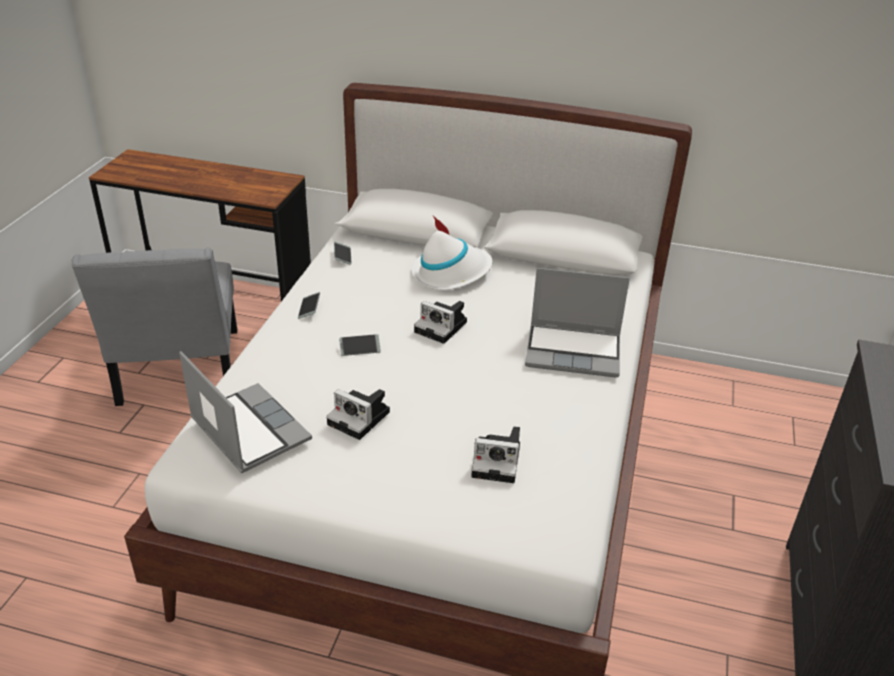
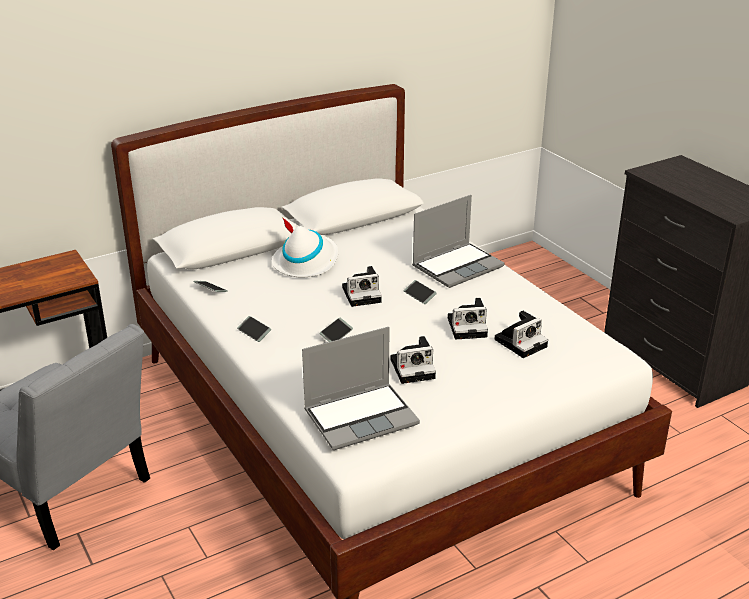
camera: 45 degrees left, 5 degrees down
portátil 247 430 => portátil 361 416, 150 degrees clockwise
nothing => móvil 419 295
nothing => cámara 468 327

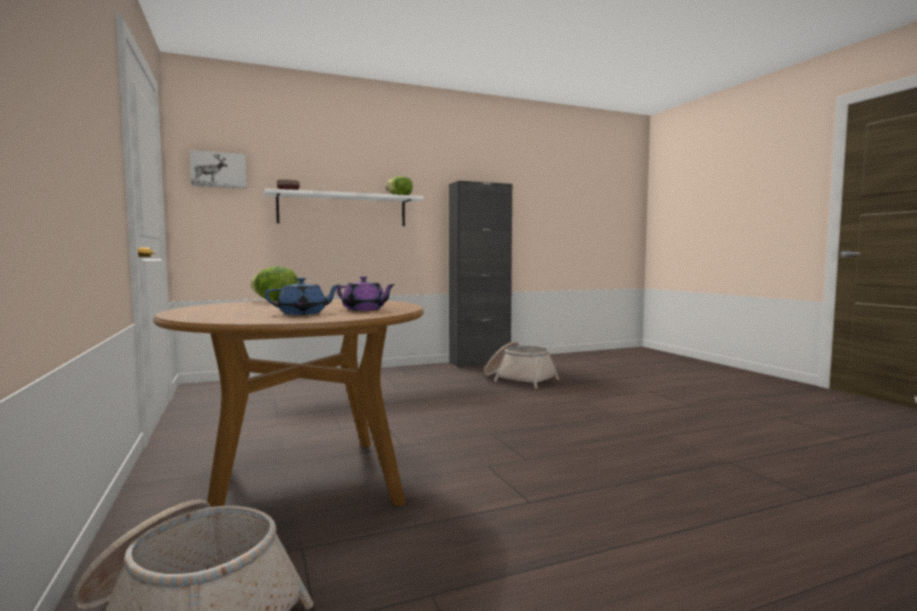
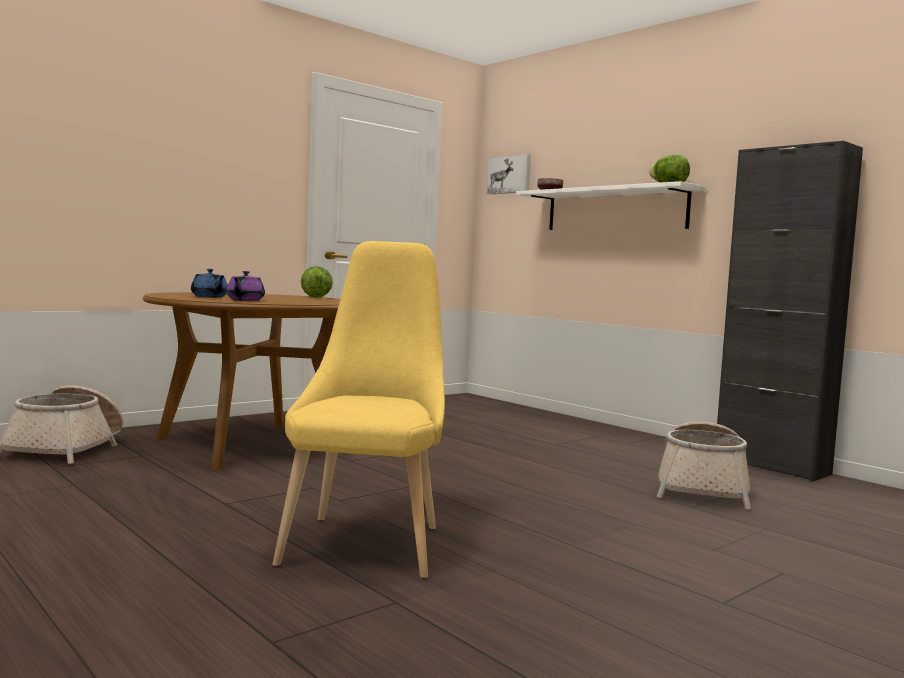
camera: 70 degrees right, 0 degrees up
nothing => silla [amarillo] 367 541

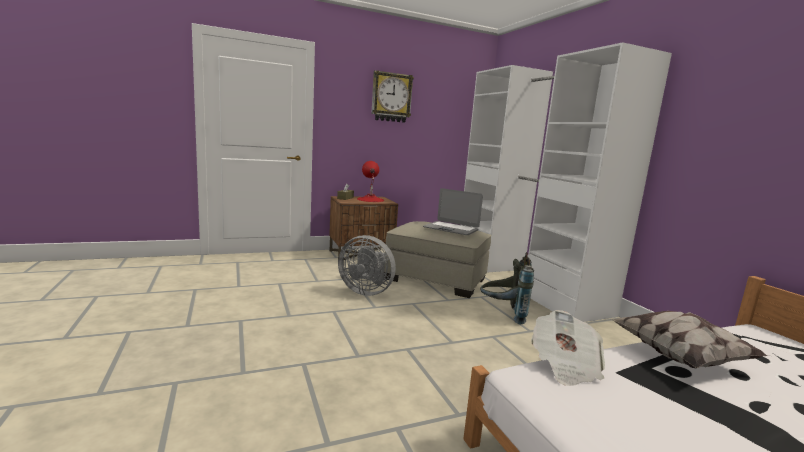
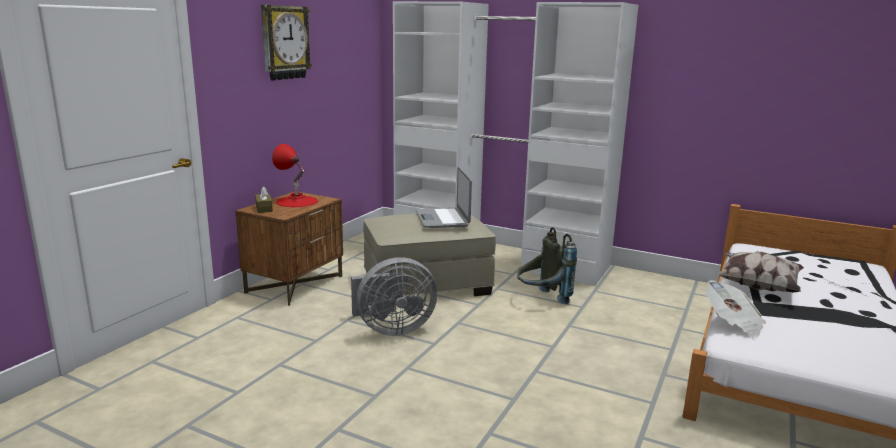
camera: 40 degrees left, 5 degrees up
portátil 451 229 => portátil 442 219, 90 degrees clockwise

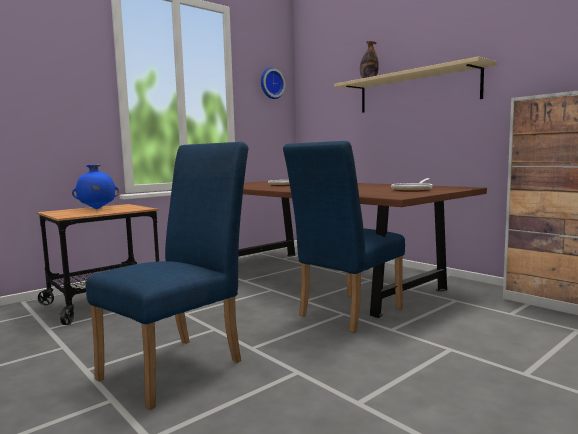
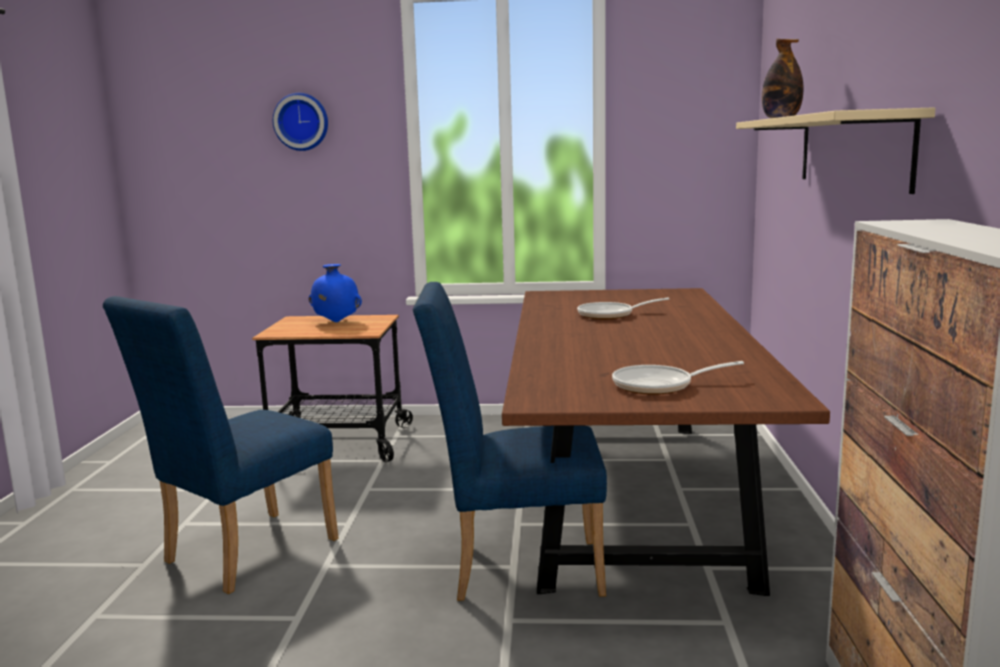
camera: 45 degrees right, 5 degrees up
silla [azul] 180 365 => silla [azul] 240 555, 135 degrees clockwise
reloj de pared 271 83 => reloj de pared 301 122, shifted

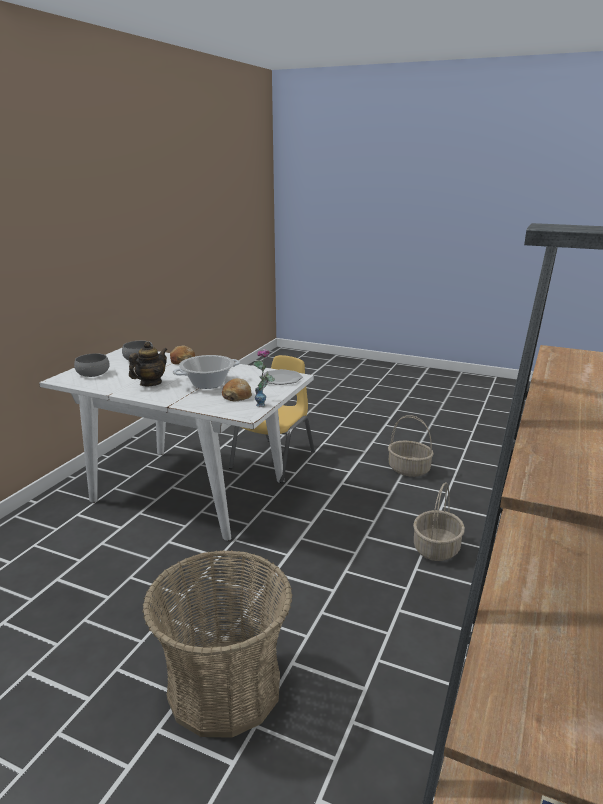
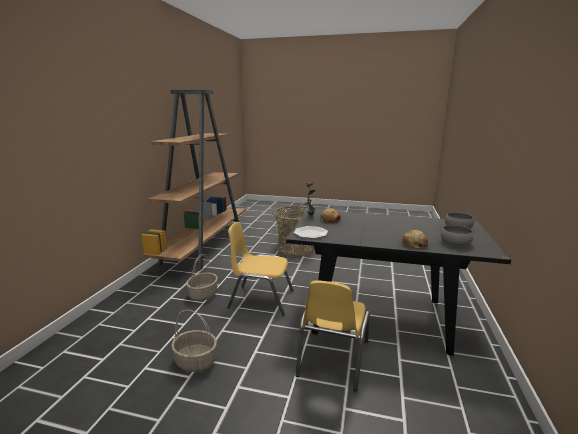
camera: 170 degrees right, 5 degrees down
nothing => silla [amarillo] 261 299
mesa de comedor [blanco] 188 490 => mesa de comedor [negro] 380 316
tetera 150 383 => nothing
olla 208 384 => nothing

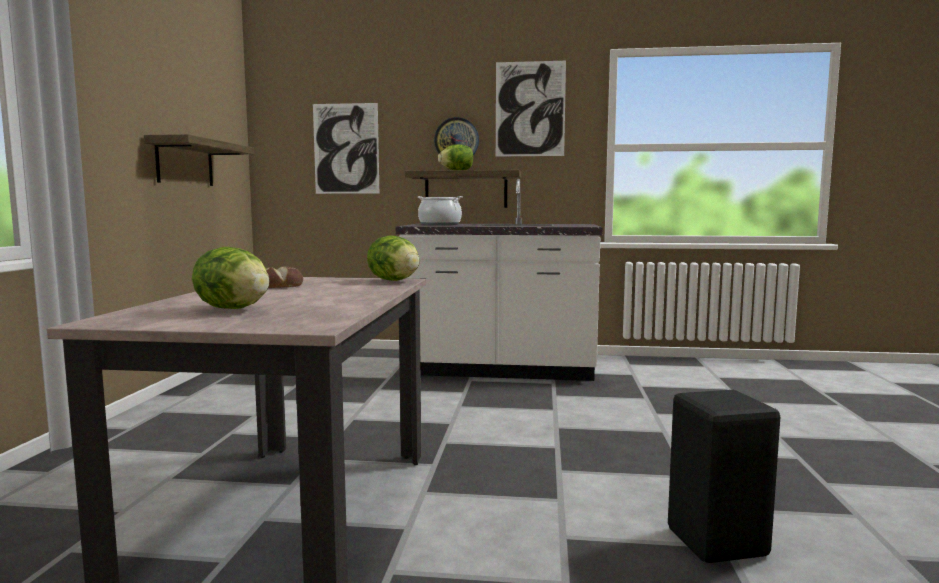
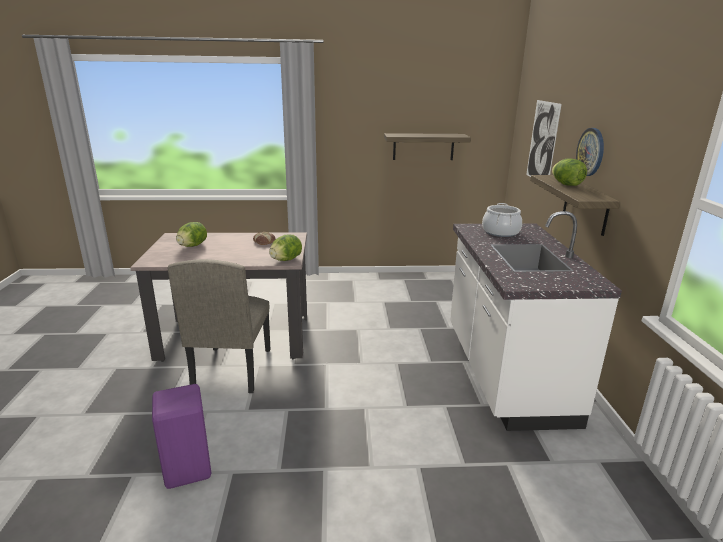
camera: 80 degrees right, 15 degrees up
taburete [negro] 717 541 => taburete [morado] 189 470
nothing => silla [beis] 231 369
cuadro 530 109 => nothing

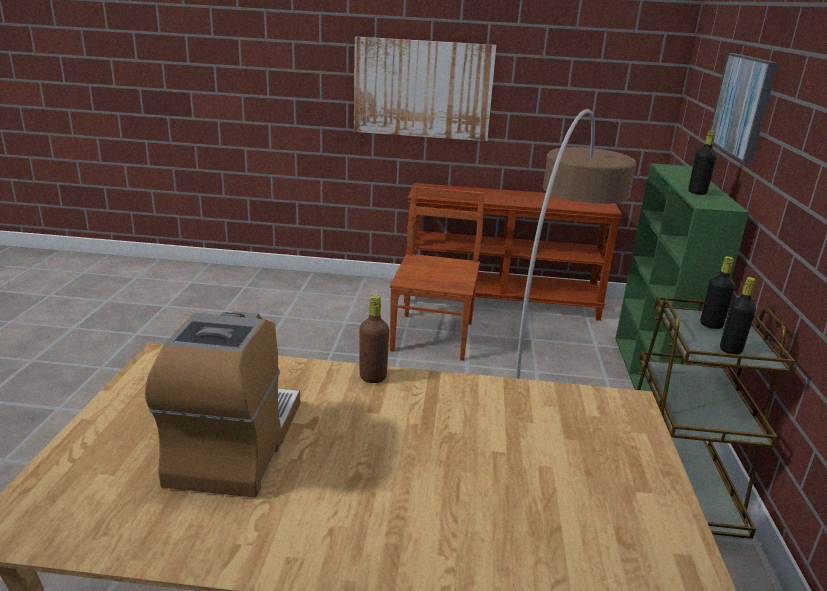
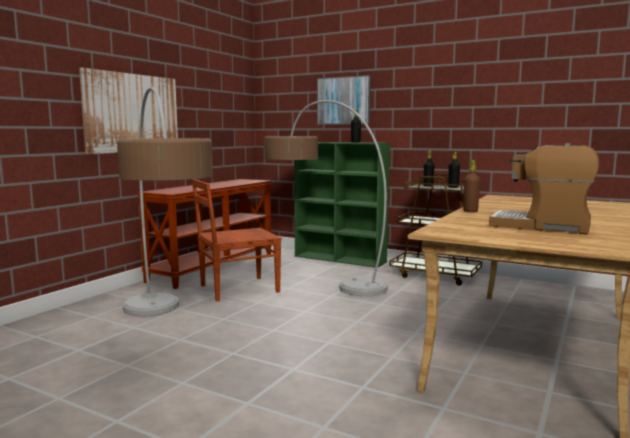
camera: 65 degrees left, 15 degrees down
nothing => lámpara de pie 164 332
silla [marrón] 433 335 => silla [marrón] 237 289, 60 degrees counterclockwise

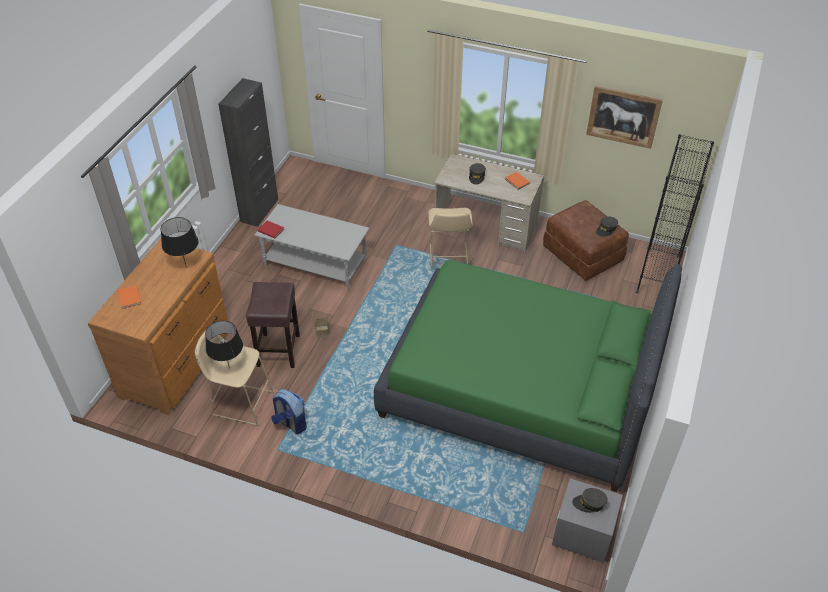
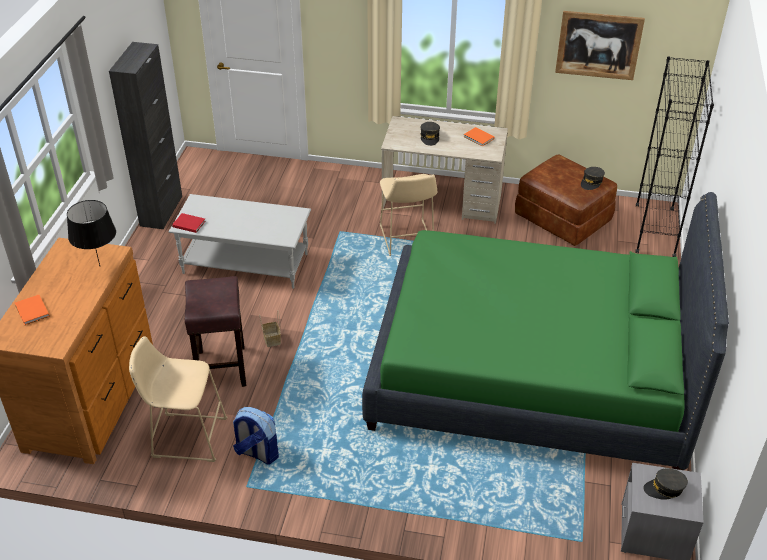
camera: 10 degrees left, 5 degrees down
lámpara de mesa [negro] 229 368 => nothing

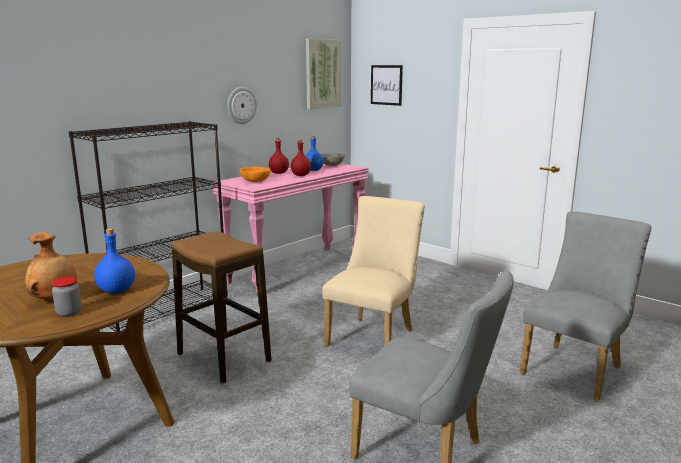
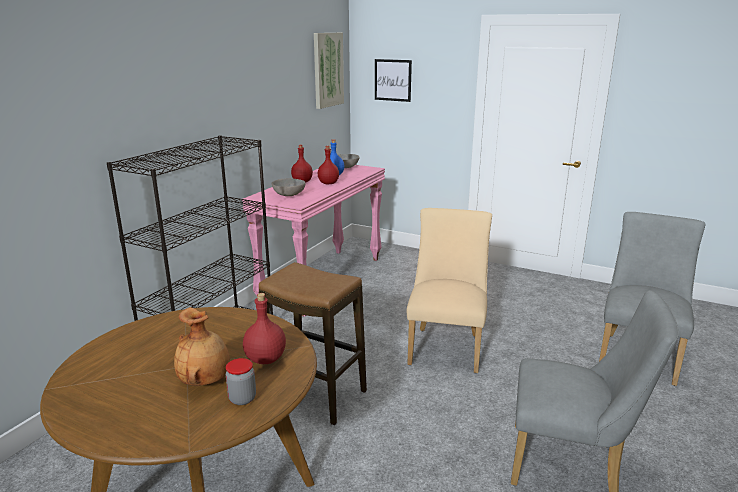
camera: 15 degrees left, 5 degrees up
botella [azul] 117 291 => botella [rojo] 266 359
cuenco [naranja] 256 181 => cuenco [gris] 289 195
reloj de pared 241 105 => nothing

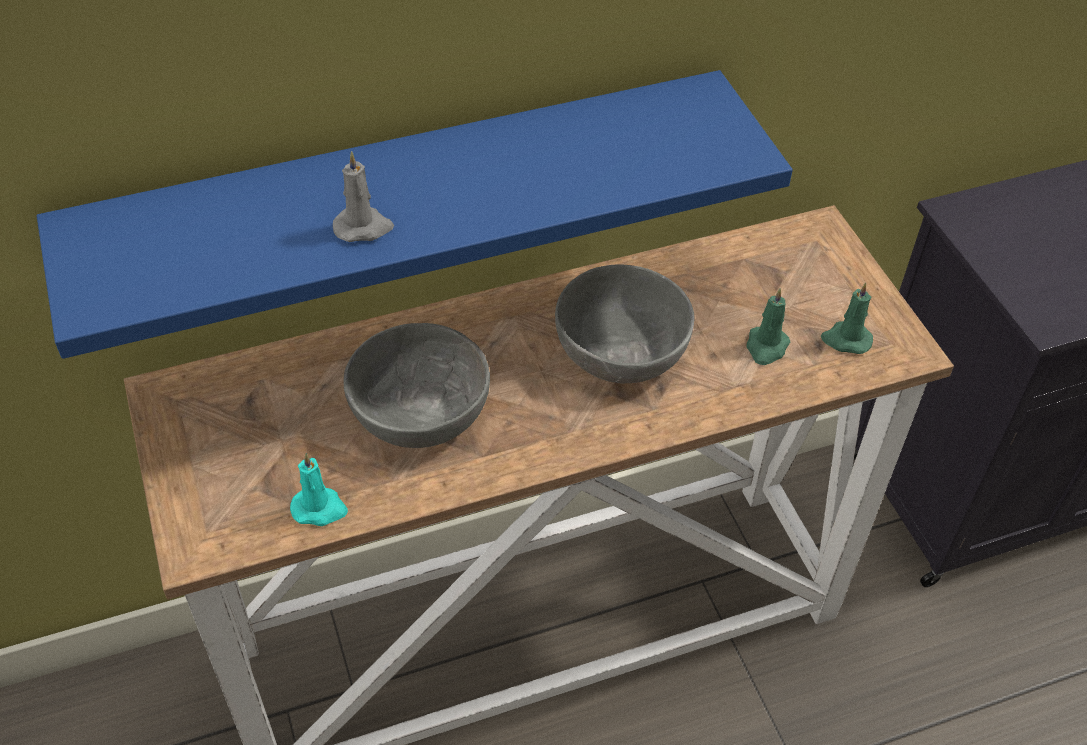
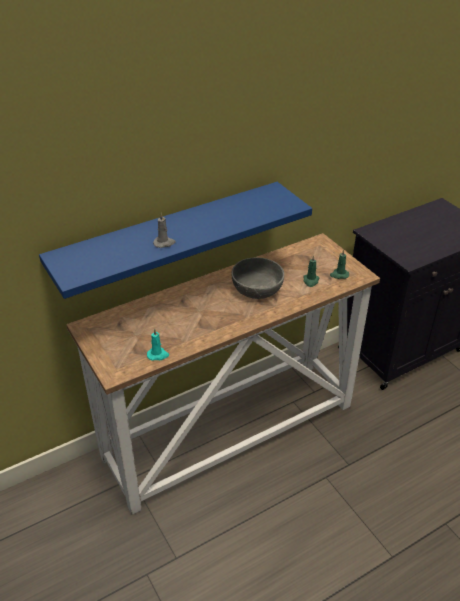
camera: 10 degrees left, 10 degrees down
cuenco [gris] 419 411 => nothing

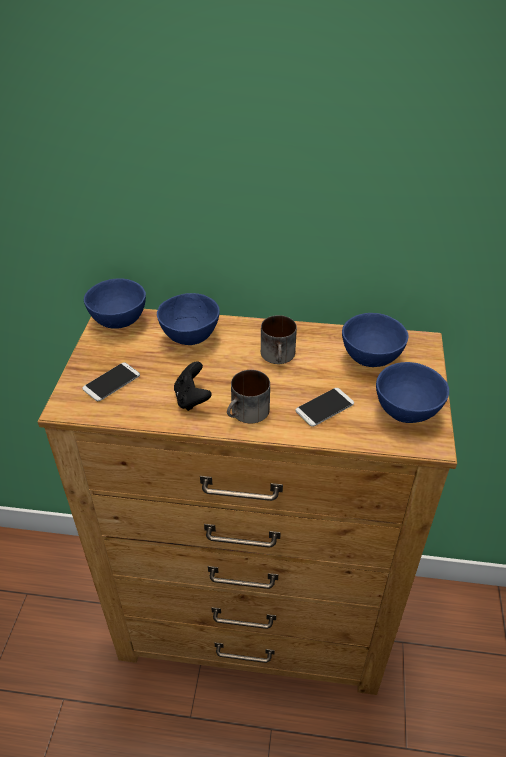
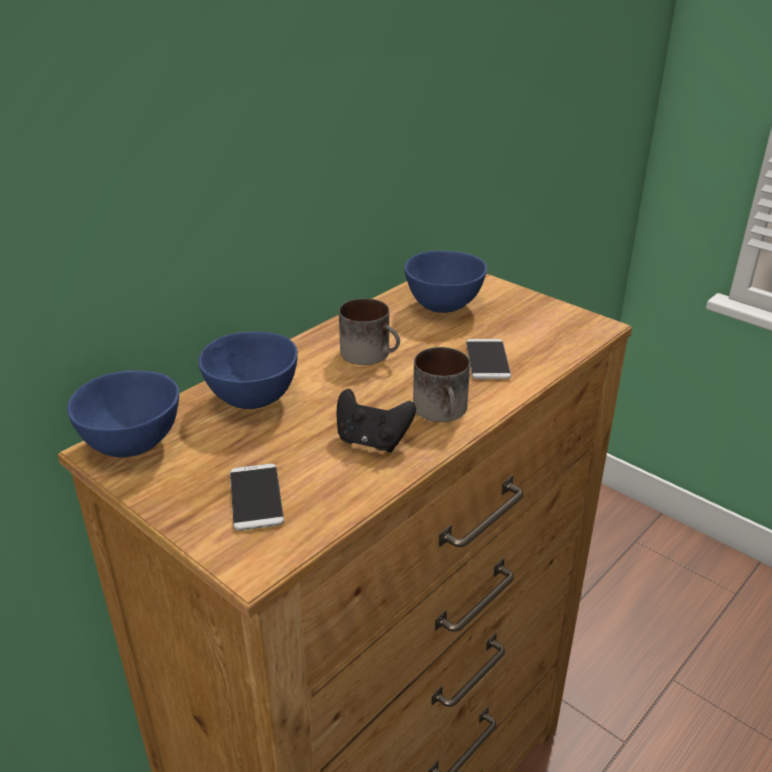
camera: 55 degrees left, 10 degrees down
cuenco [azul] 407 412 => nothing

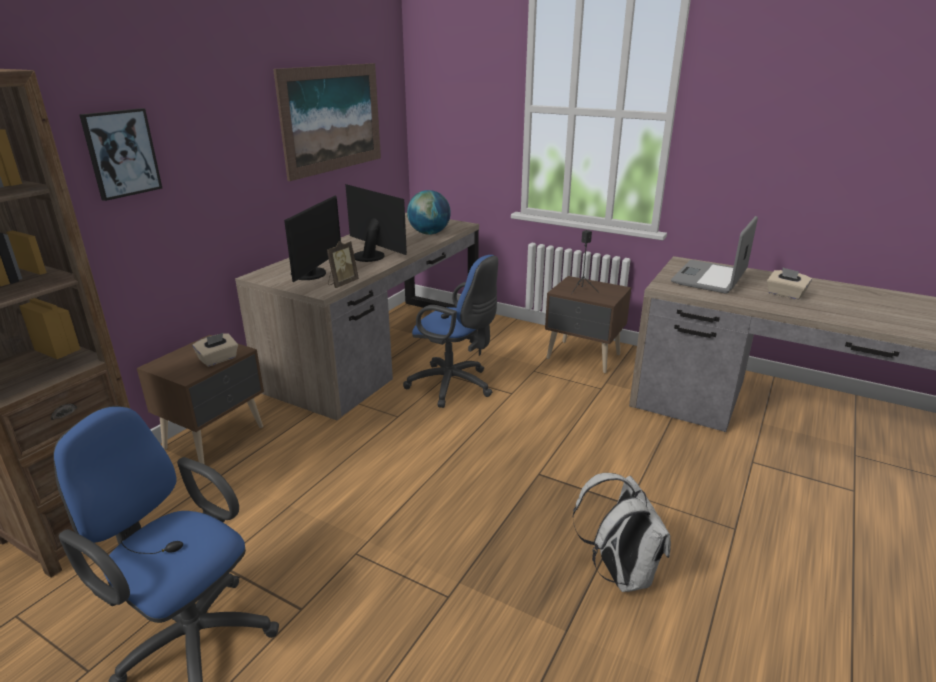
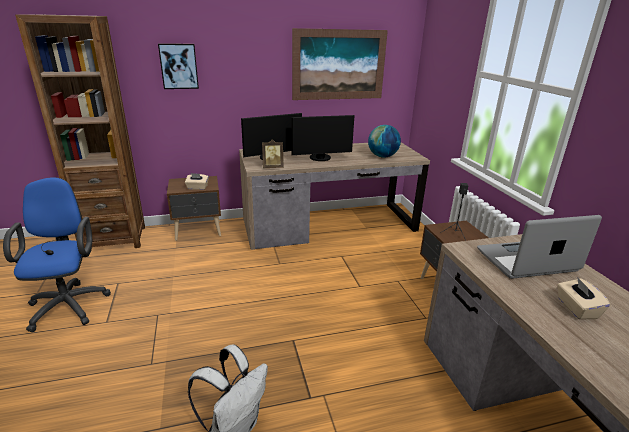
camera: 45 degrees right, 0 degrees up
monitor 371 255 => monitor 321 158, 75 degrees clockwise
silla de oficina [azul] 454 386 => nothing

